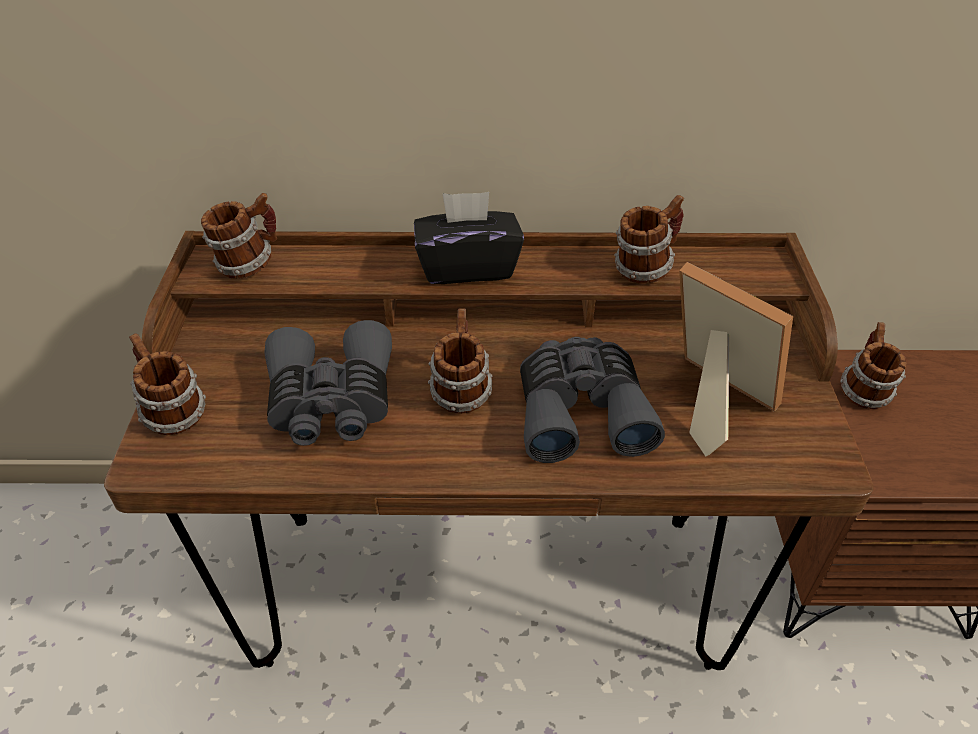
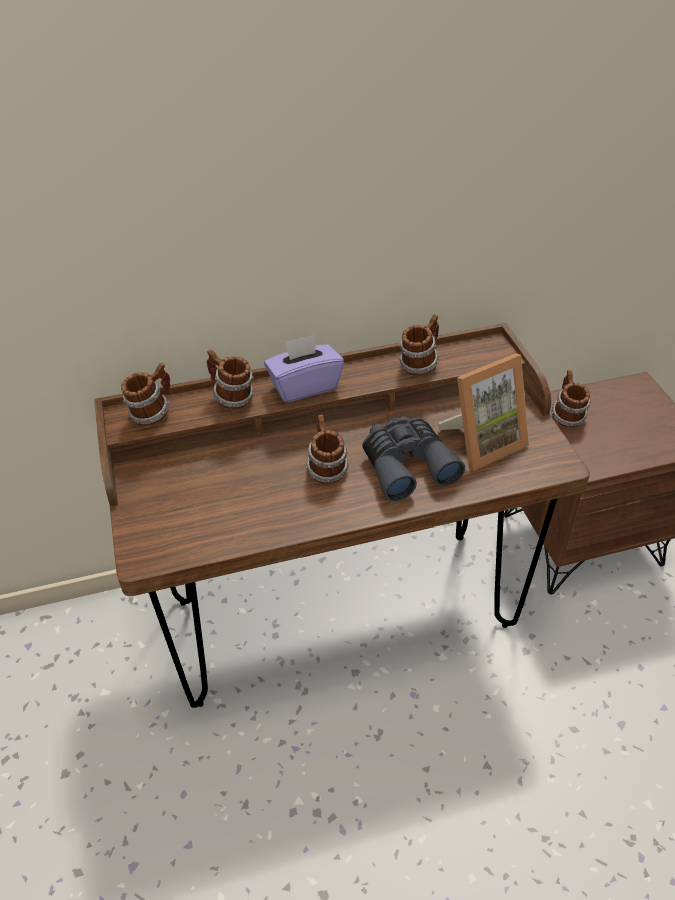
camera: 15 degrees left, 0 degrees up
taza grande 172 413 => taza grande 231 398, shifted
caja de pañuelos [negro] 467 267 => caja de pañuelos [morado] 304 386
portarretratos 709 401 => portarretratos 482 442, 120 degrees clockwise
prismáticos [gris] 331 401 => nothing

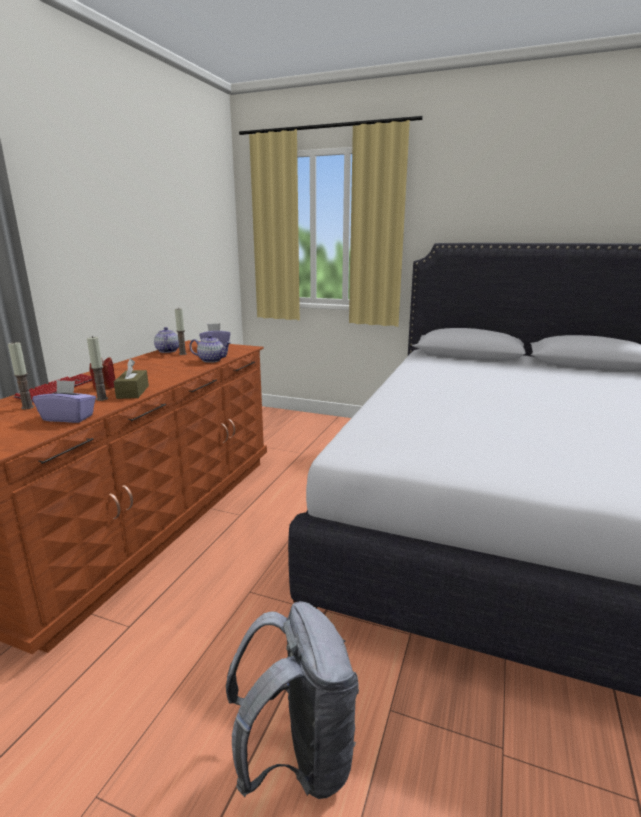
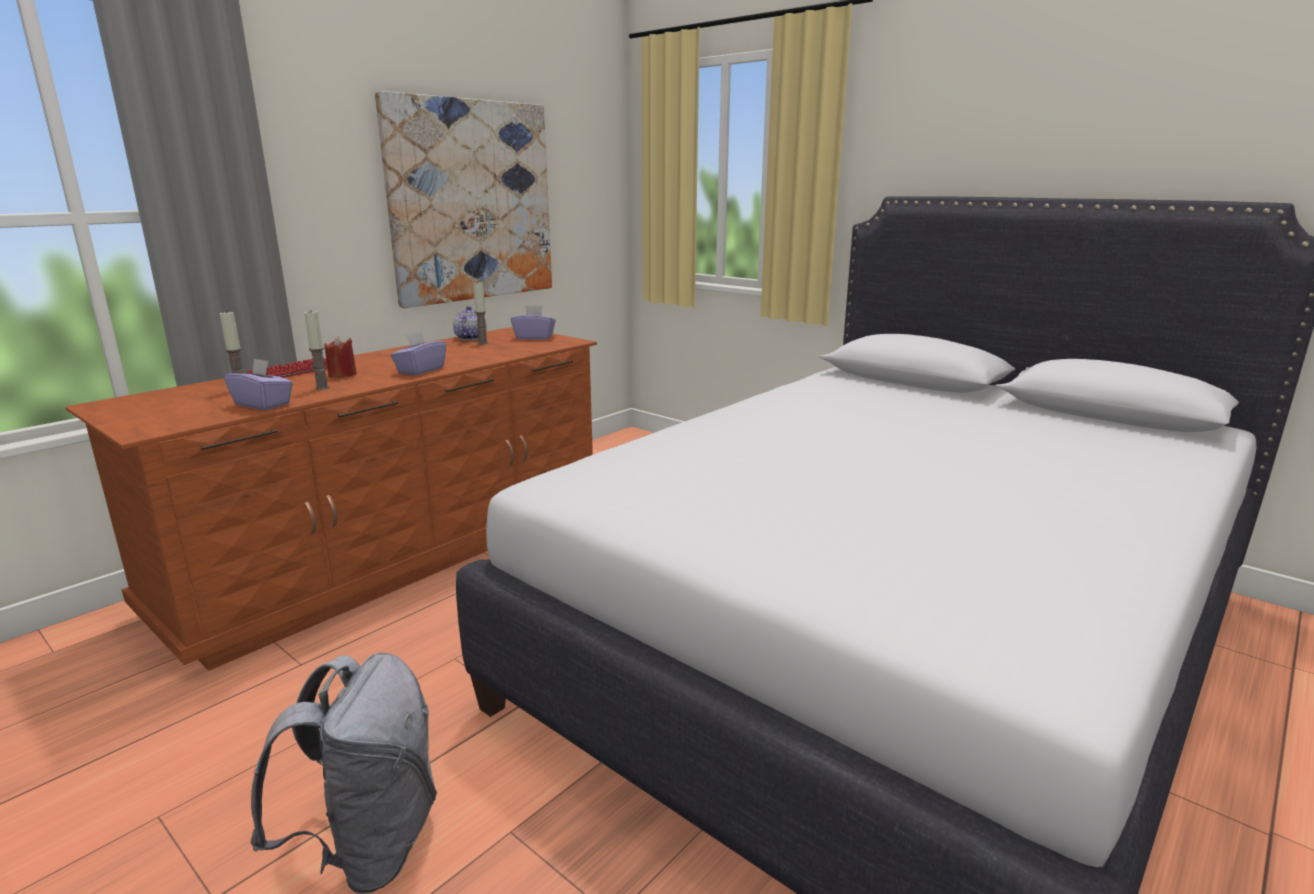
camera: 20 degrees right, 0 degrees up
nothing => cuadro 471 201
nothing => caja de pañuelos [morado] 420 370
caja de pañuelos [marrón] 133 392 => nothing
tetera 212 360 => nothing

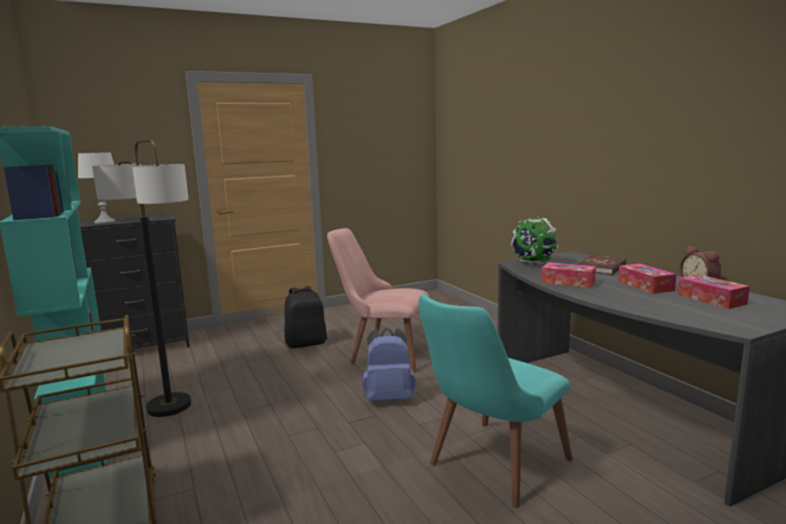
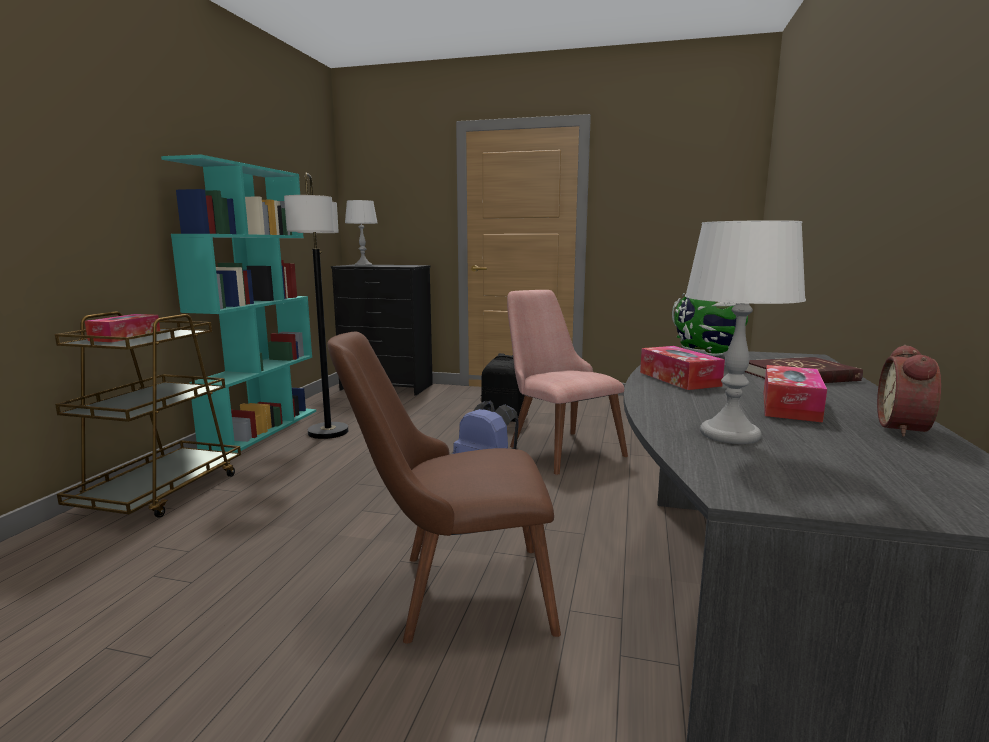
camera: 40 degrees right, 0 degrees up
caja de pañuelos 711 299 => caja de pañuelos 125 337, shifted
silla [turquesa] 490 469 => silla [marrón] 452 593
nothing => lámpara de mesa [gris] 729 434

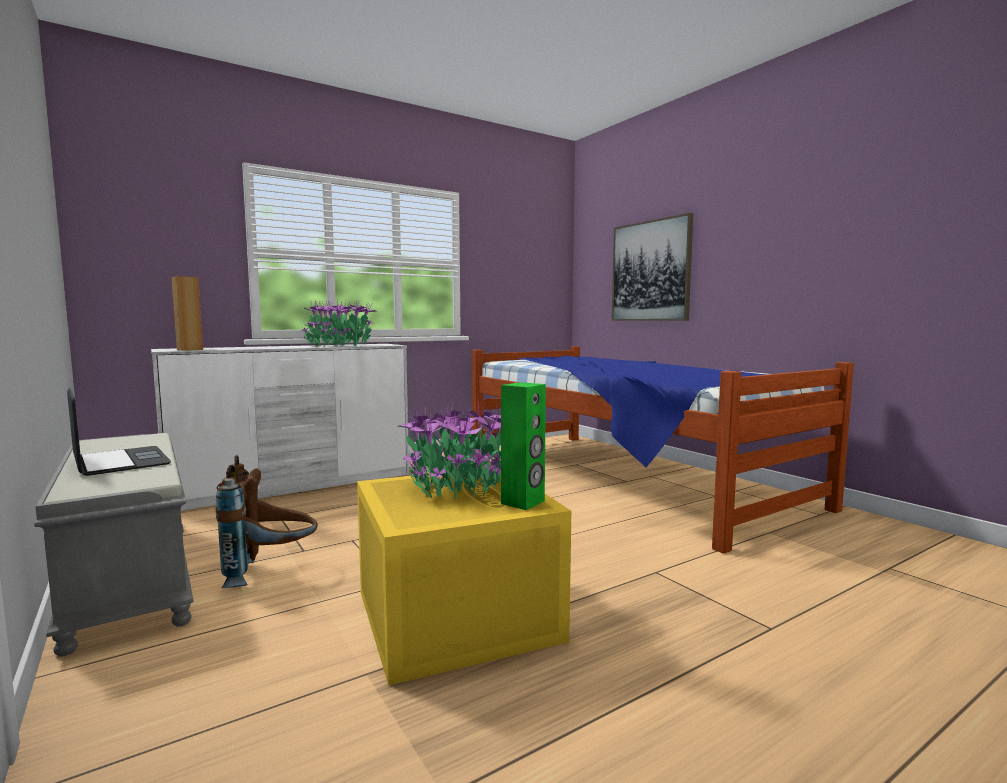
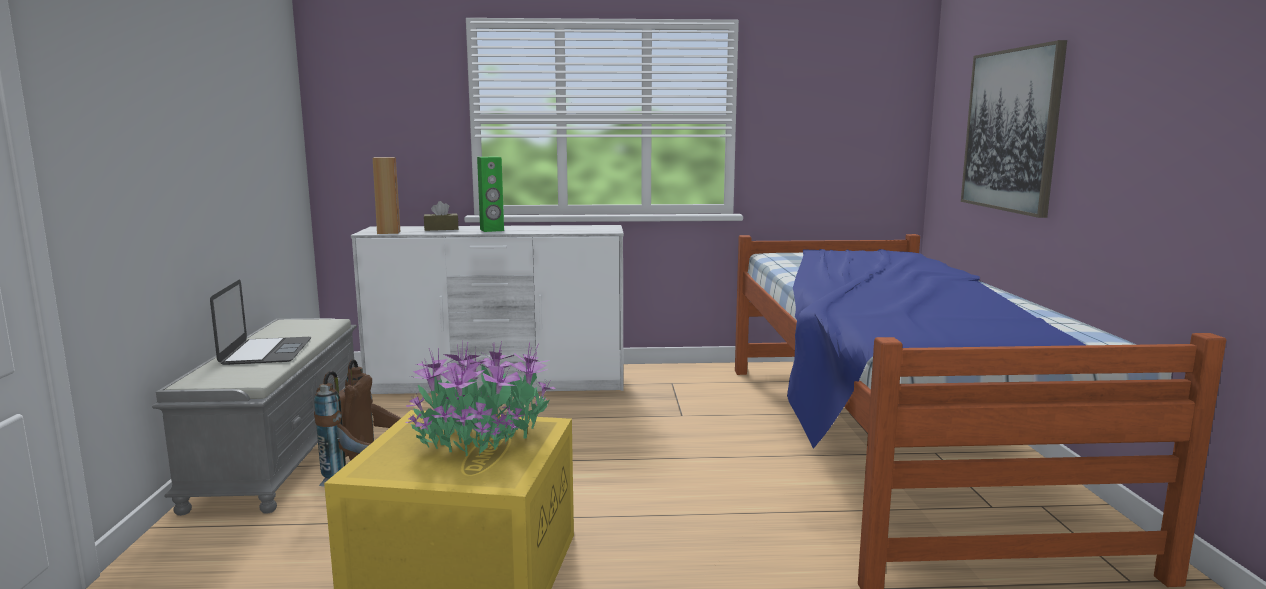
camera: 30 degrees right, 5 degrees up
nothing => caja de pañuelos [marrón] 441 229
altavoz [verde] 523 502 => altavoz [verde] 492 230, shifted
planta en maceta 339 345 => nothing

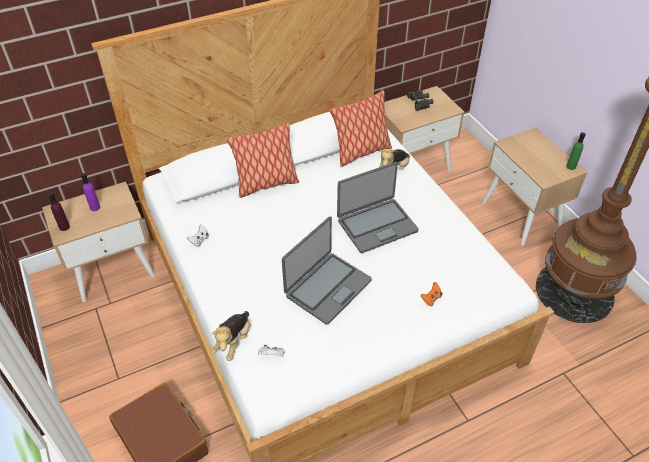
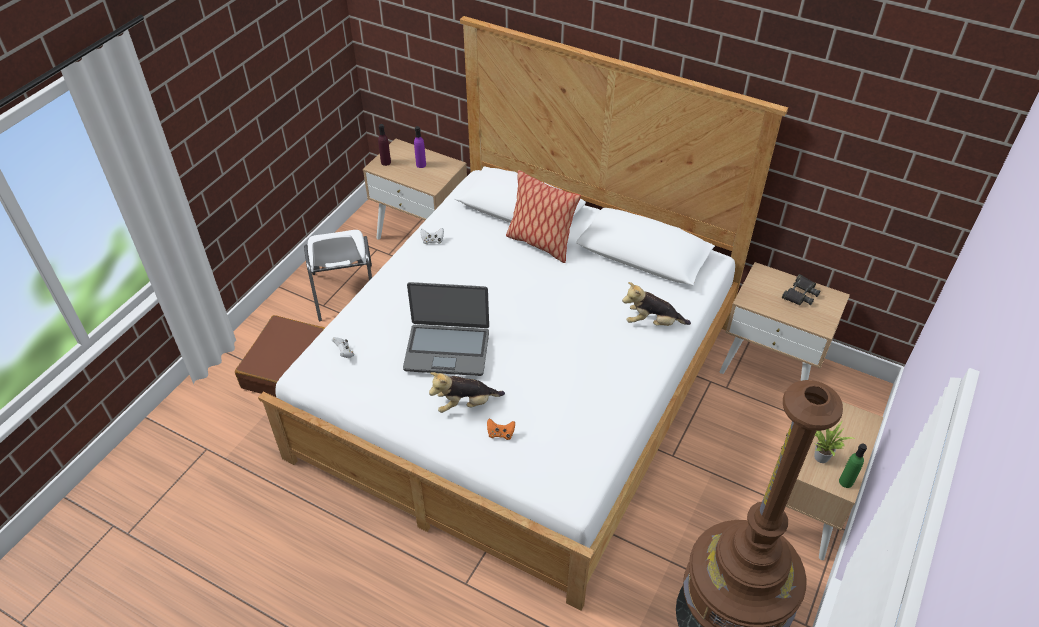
camera: 55 degrees right, 0 degrees up
nothing => silla [blanco] 344 293
peluche 234 341 => peluche 465 404, shifted
nothing => planta en maceta 821 455
cojín 361 152 => nothing
portátil 376 225 => nothing

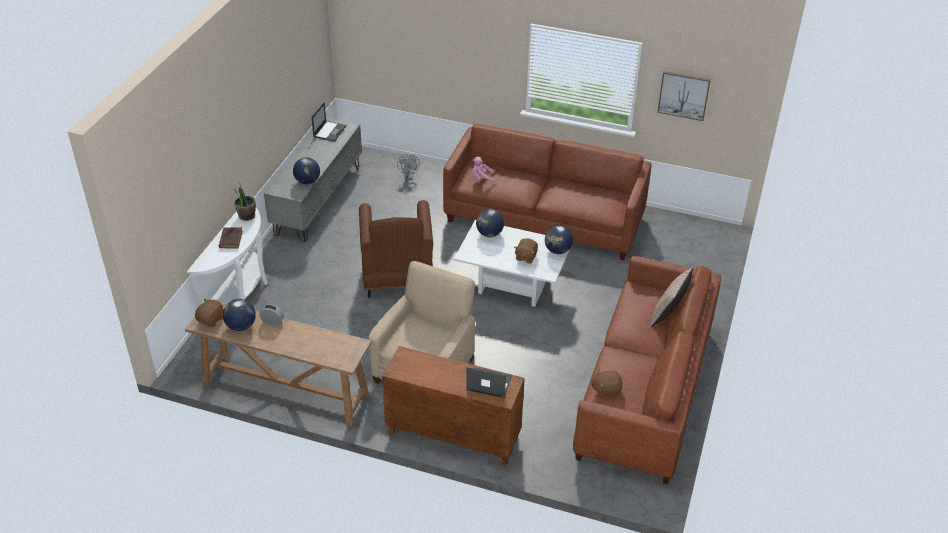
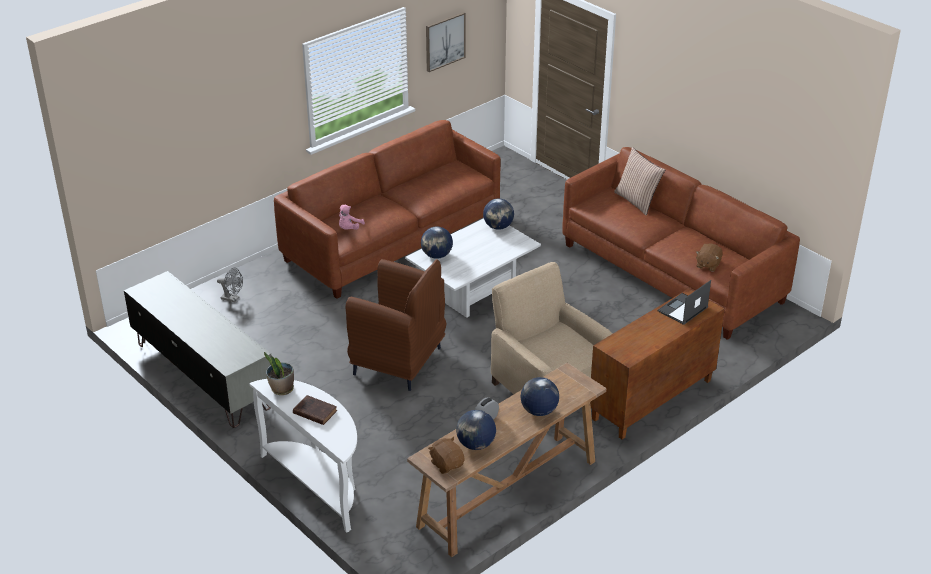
camera: 60 degrees left, 5 degrees down
globo terráqueo 307 181 => globo terráqueo 539 411, shifted
portátil 329 131 => nothing
peluche [marrón] 525 257 => nothing

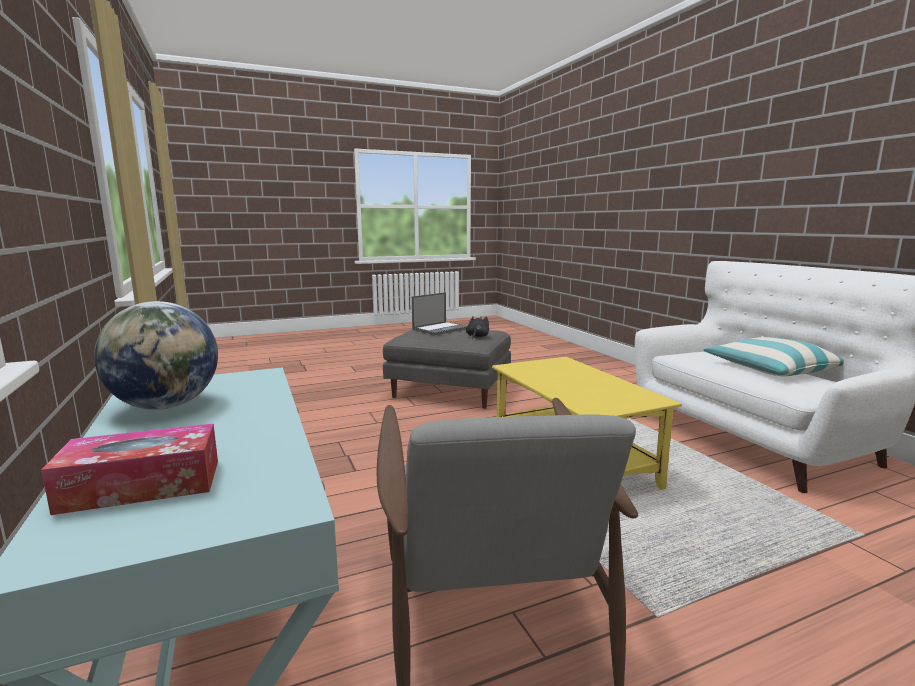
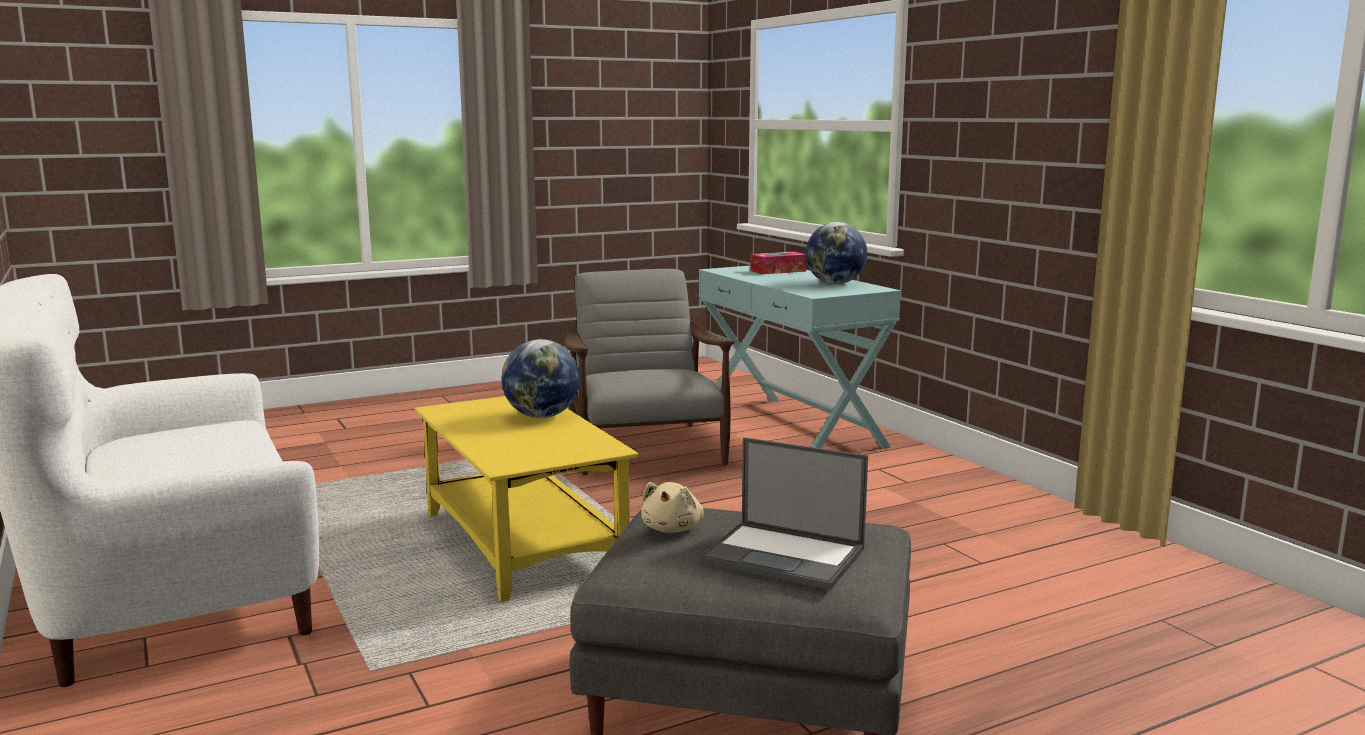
camera: 175 degrees right, 0 degrees up
nothing => globo terráqueo 541 416
peluche [negro] 477 337 => peluche [beis] 673 529
portátil 440 329 => portátil 785 556, 105 degrees counterclockwise
cojín 771 369 => nothing

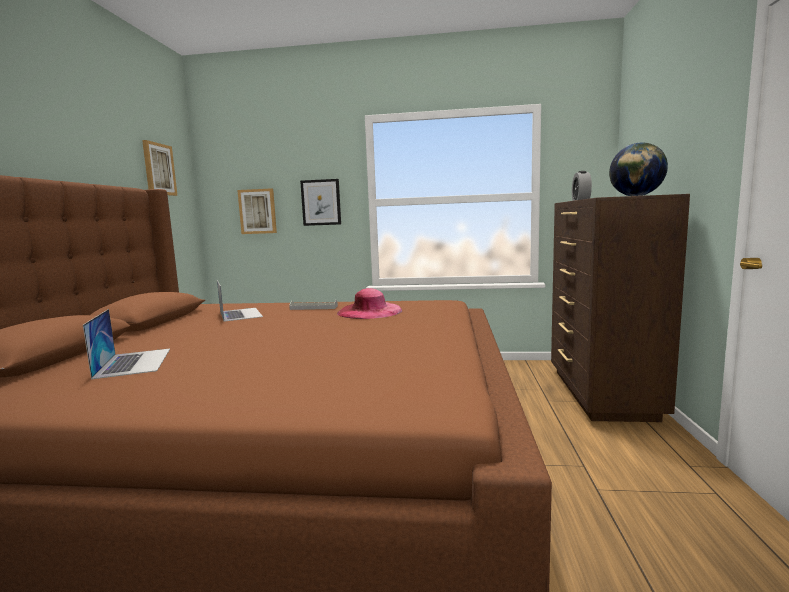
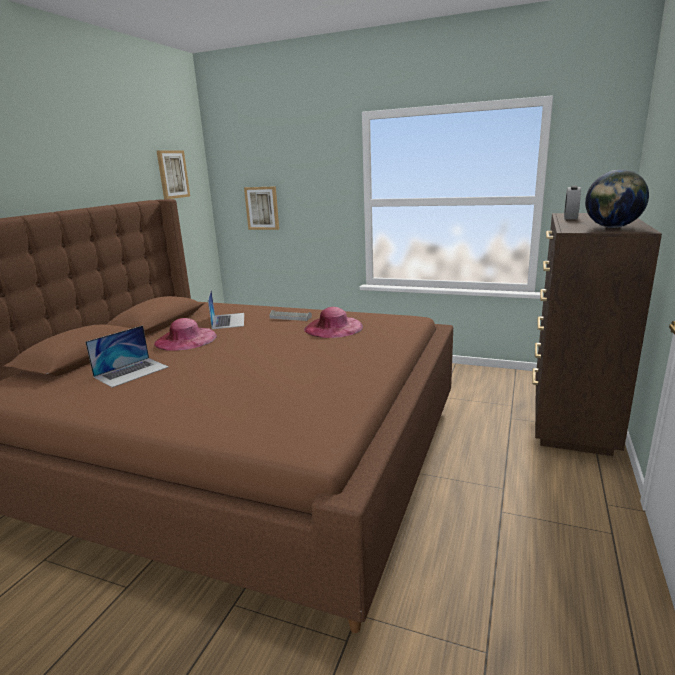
camera: 15 degrees right, 10 degrees up
portátil 134 362 => portátil 131 372, 45 degrees clockwise
nothing => sombrero [rosa] 185 339
cuadro 321 202 => nothing

